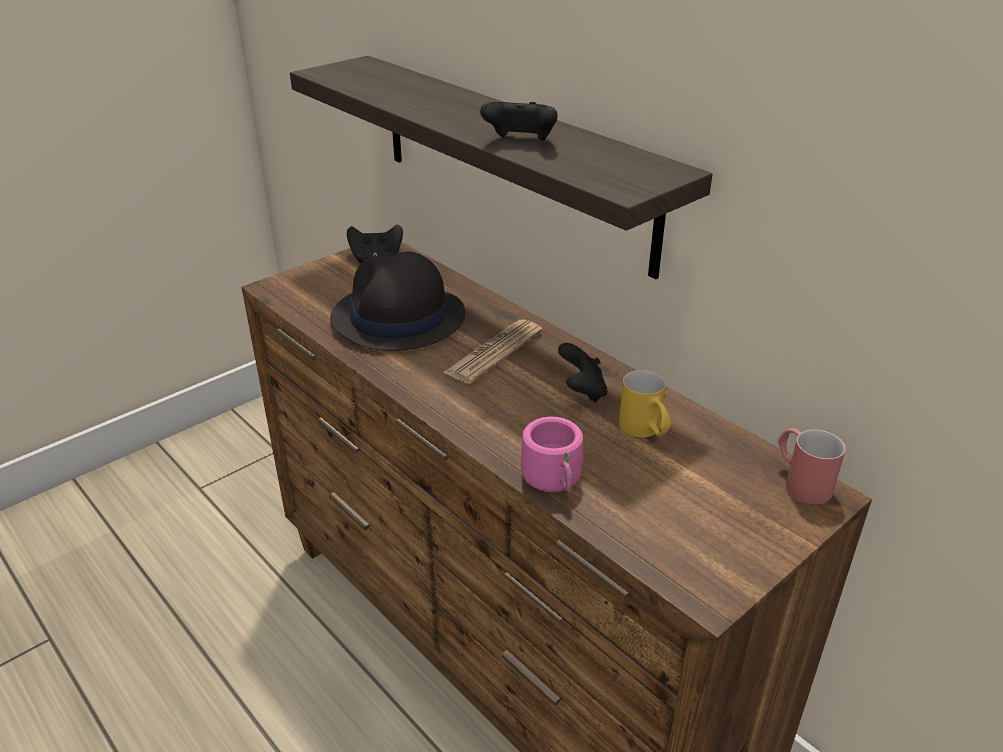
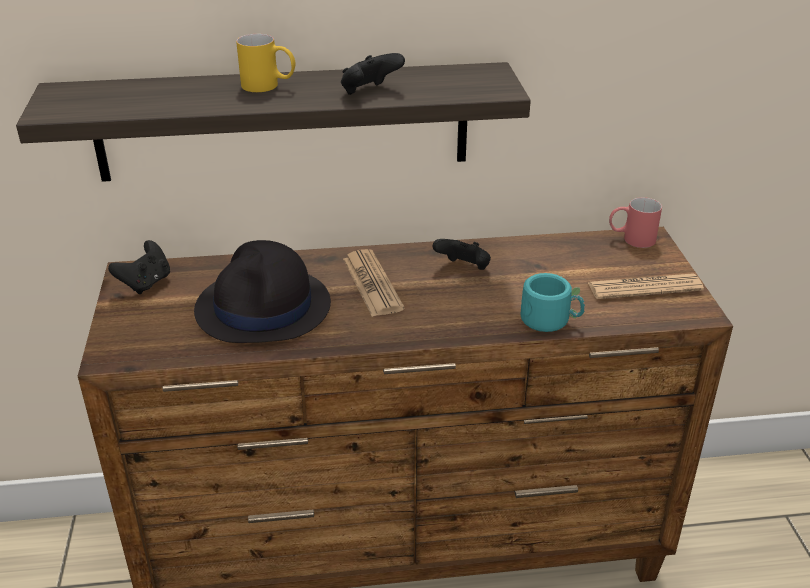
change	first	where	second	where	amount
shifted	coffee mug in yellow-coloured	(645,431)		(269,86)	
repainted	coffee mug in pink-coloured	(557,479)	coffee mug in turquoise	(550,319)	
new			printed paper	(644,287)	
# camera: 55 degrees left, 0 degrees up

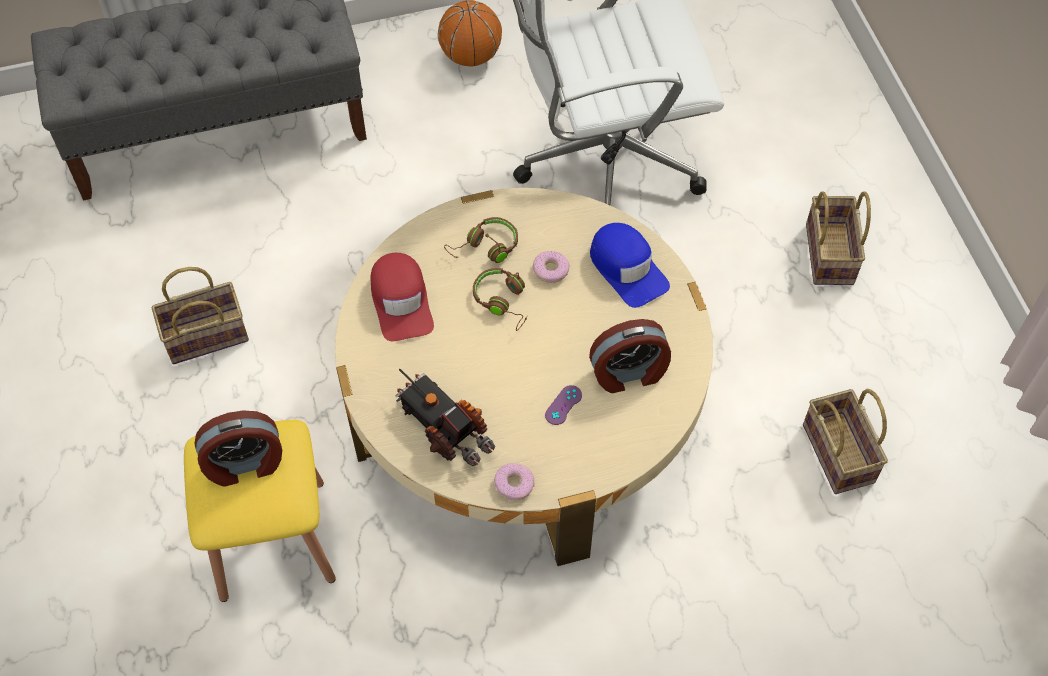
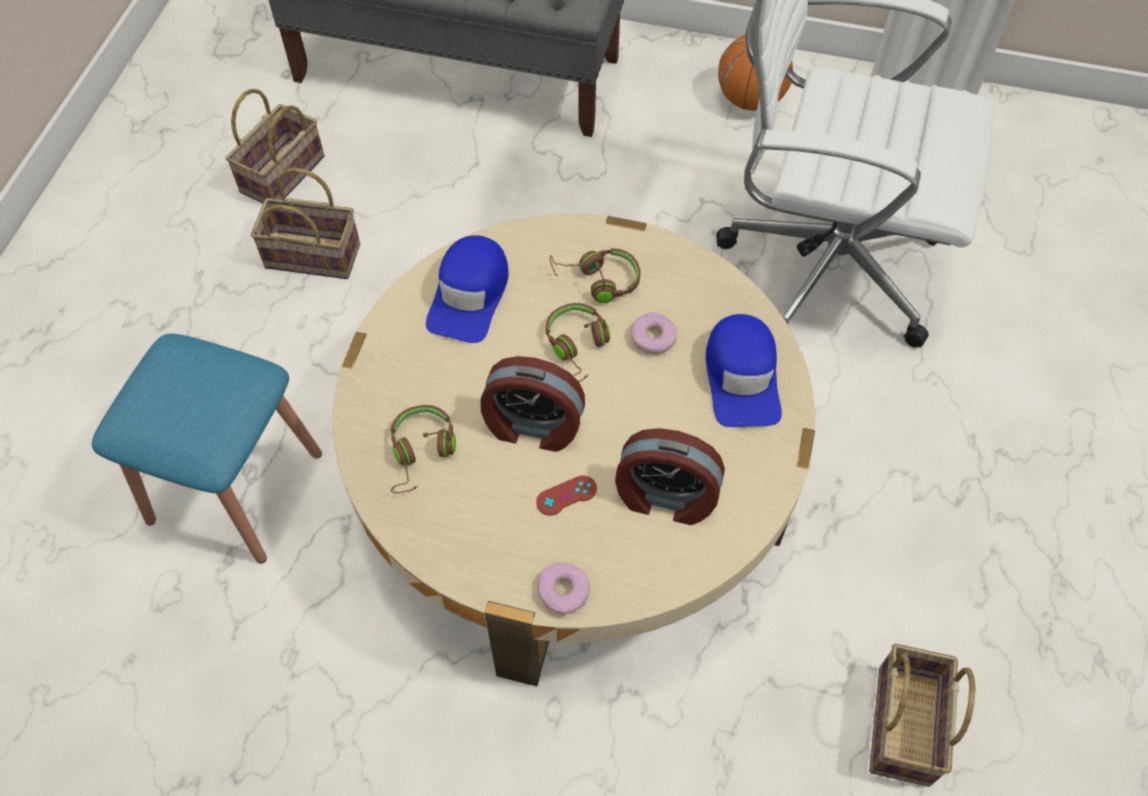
change	first	where	second	where	amount
repainted	stool in yellow-coloured	(272,539)	stool in blue	(235,487)	
shifted	storage basket	(831,255)		(282,176)	
swapped	toy truck	(445,427)	pair of headphones in brown-coloured	(421,453)	
repainted	cap in red	(401,301)	cap in blue	(470,295)	
shifted	table clock	(245,464)		(533,427)	
repainted	joypad in purple	(563,405)	joypad in red	(566,495)	
shifted	donut	(514,484)		(563,591)	
# camera: 30 degrees right, 0 degrees up

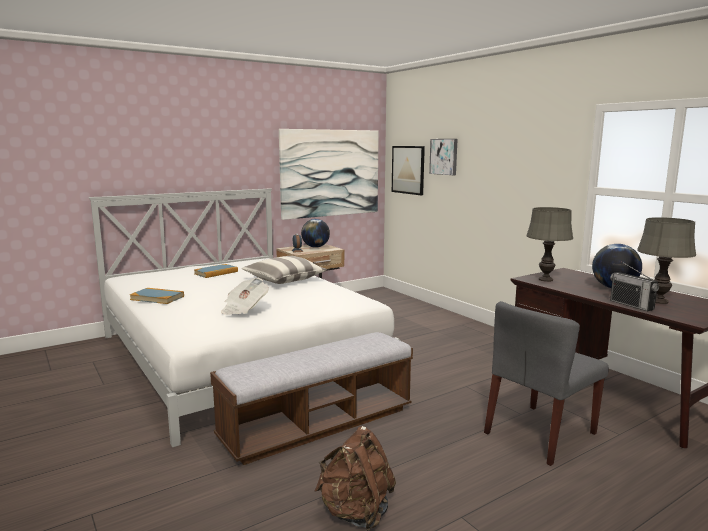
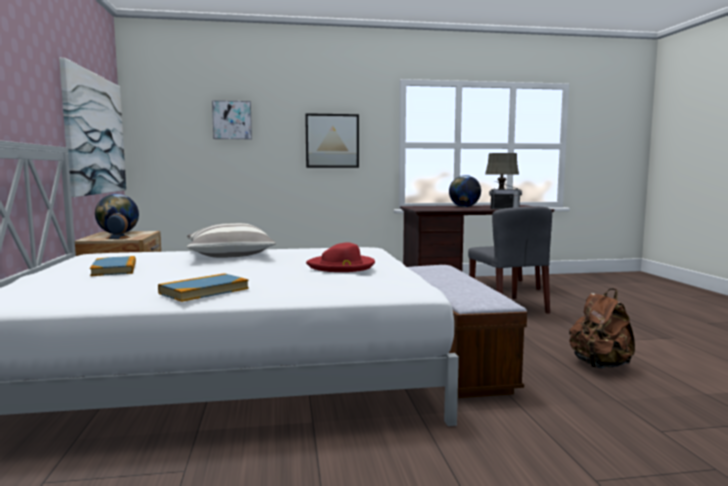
change	first	where	second	where	amount
shifted	wall art	(408,170)		(332,141)	
swapped	printed paper	(244,309)	clothing hat in red	(341,266)	
gone	lamp for a table in gray	(545,280)			
# camera: 65 degrees left, 5 degrees down

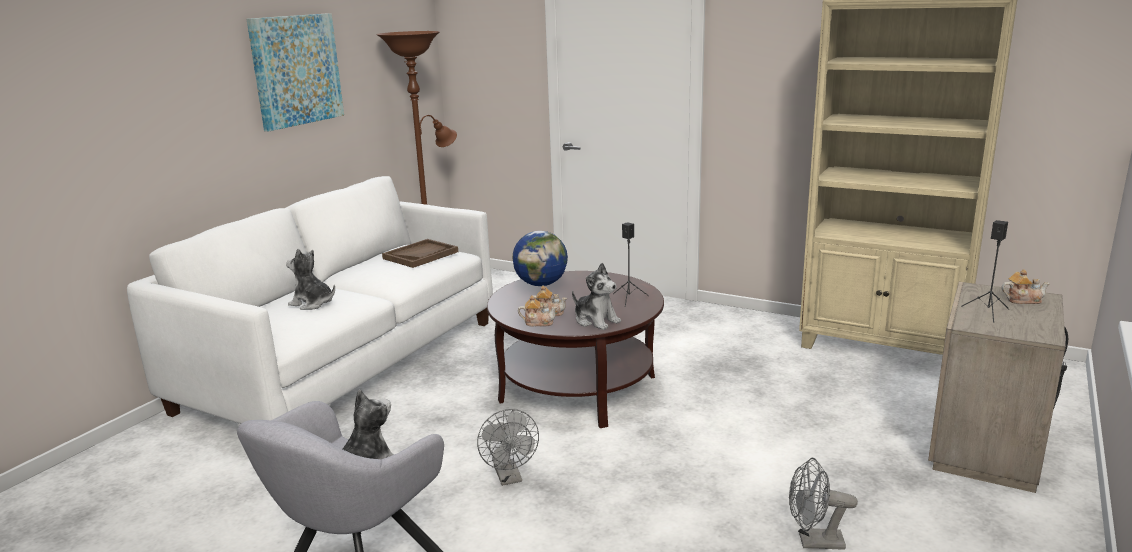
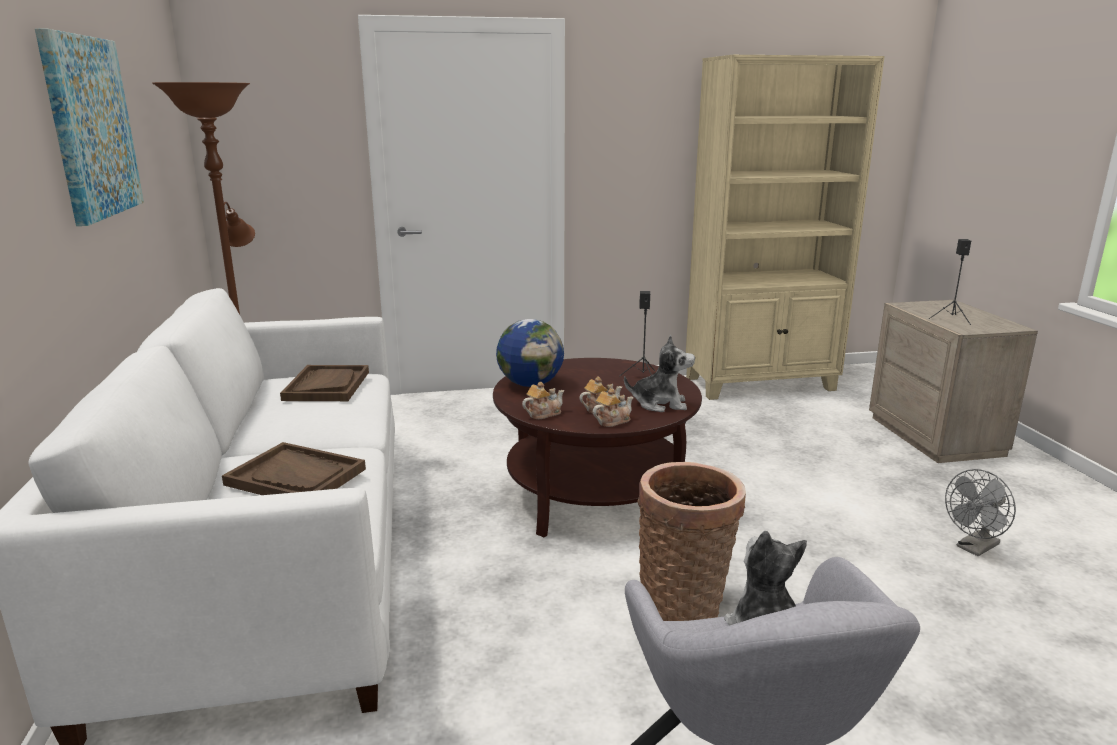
change	first	where	second	where	amount
swapped	plush toy	(312,303)	serving tray in brown-coloured	(296,477)	
shifted	teapot	(1022,300)		(543,414)	
swapped	electric fan in gray	(510,478)	storage basket	(683,607)	
# camera: 40 degrees left, 0 degrees up

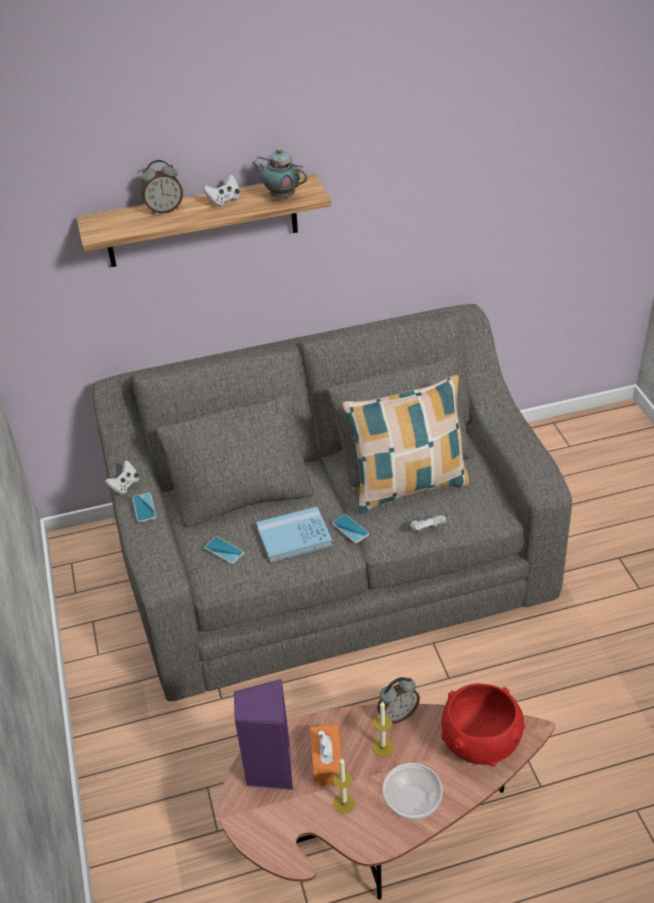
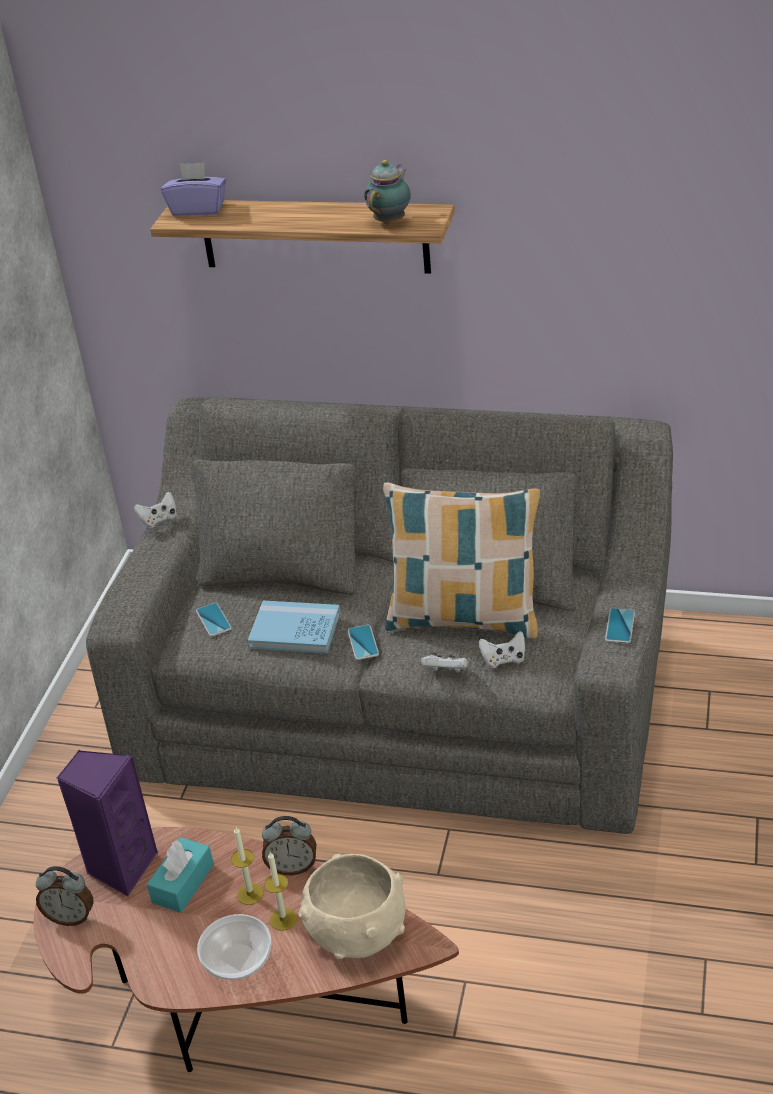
change	first	where	second	where	amount
shifted	table clock	(164,210)		(71,917)	
repainted	tissue holder in orangey	(327,761)	tissue holder in turquoise	(183,883)	
new			tissue holder in purple	(198,209)	
shifted	wax light	(344,803)		(283,919)	
repainted	deep dish in red	(479,742)	deep dish in beige	(356,933)	
rotated	teapot	(281,196)		(391,221)	60 degrees clockwise
shifted	joypad in white-coloured	(224,201)		(503,660)	
shifted	handset	(144,507)		(620,626)	
# camera: 30 degrees right, 5 degrees down

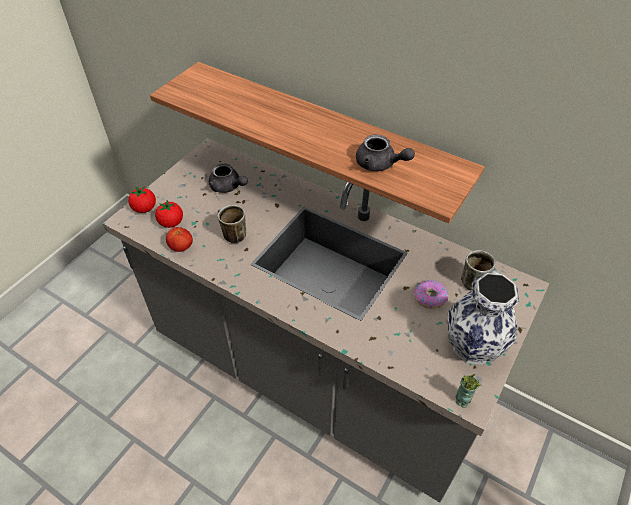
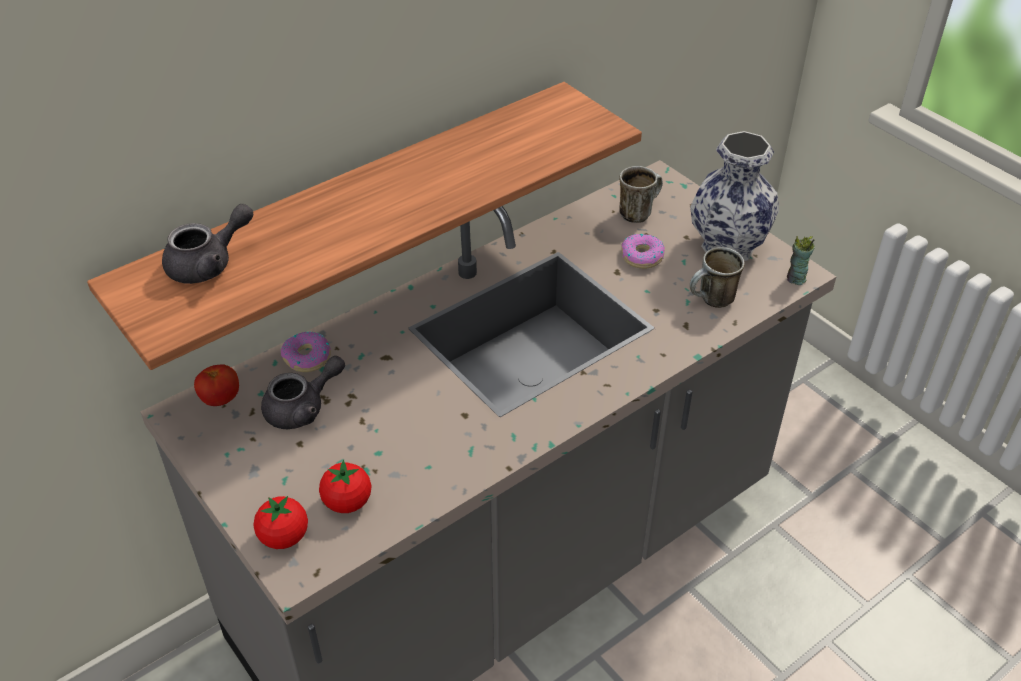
change	first	where	second	where	amount
shifted	teapot in gray	(380,164)		(209,264)	
shifted	fresh tomato	(181,247)		(221,399)	
new			donut	(307,357)	
shifted	coffee mug	(231,235)		(712,302)	
# camera: 70 degrees left, 5 degrees down

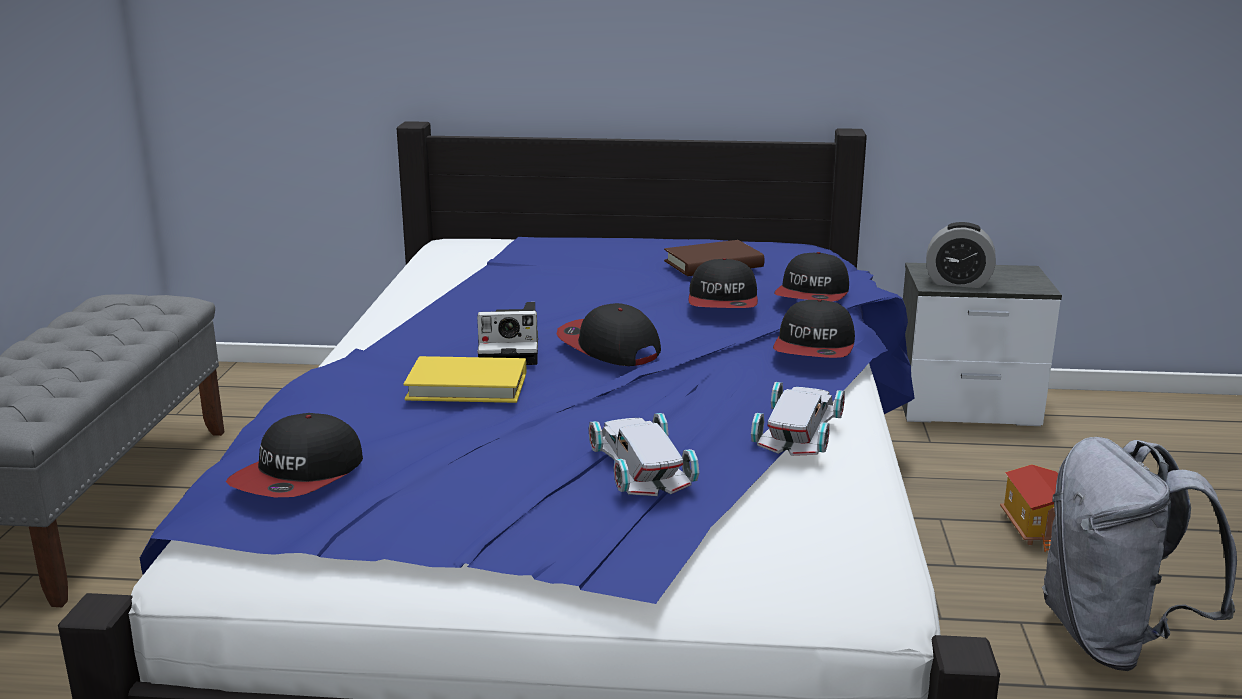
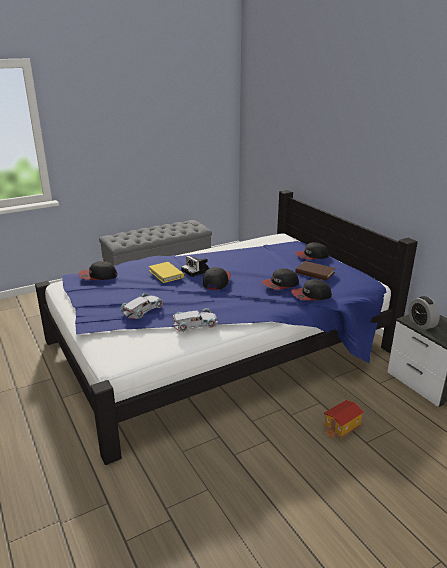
change	first	where	second	where	amount
shifted	cap	(815,347)		(311,256)	
gone	rucksack in gray	(1113,640)			
# camera: 55 degrees right, 5 degrees up

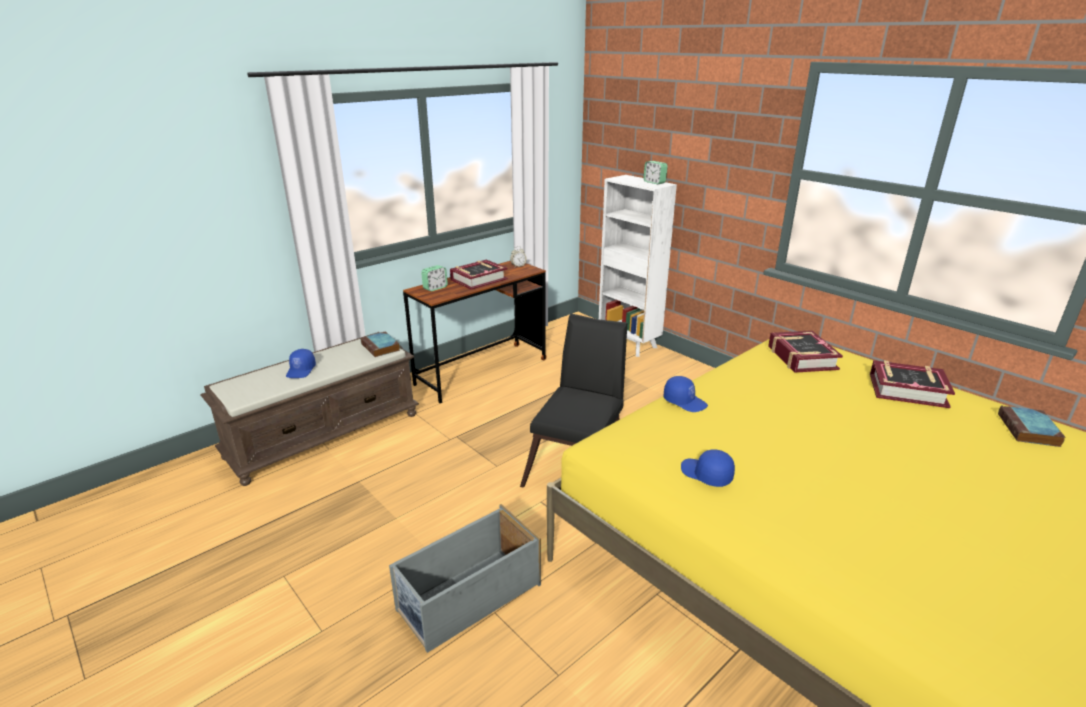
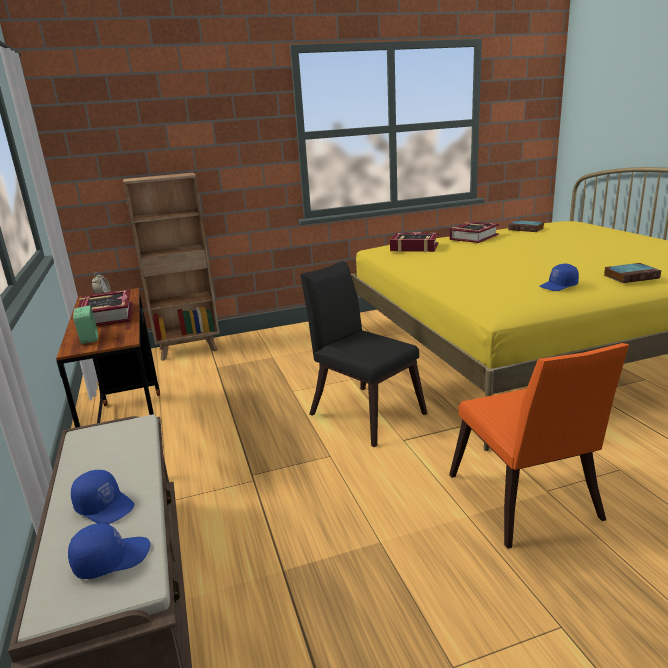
change	first	where	second	where	amount
shifted	cap in blue	(685,401)		(111,558)	
repainted	bookcase in white-coloured	(629,344)	bookcase in brown-coloured	(189,349)	
swapped	storage box in gray	(468,597)	chair in orangey	(525,504)	
shifted	book	(381,347)		(631,276)	
gone	table clock	(654,182)			
# camera: 65 degrees left, 5 degrees down

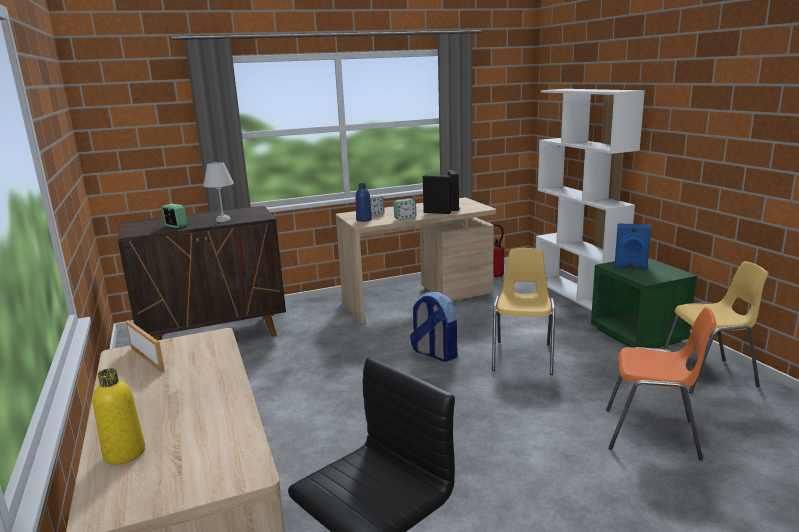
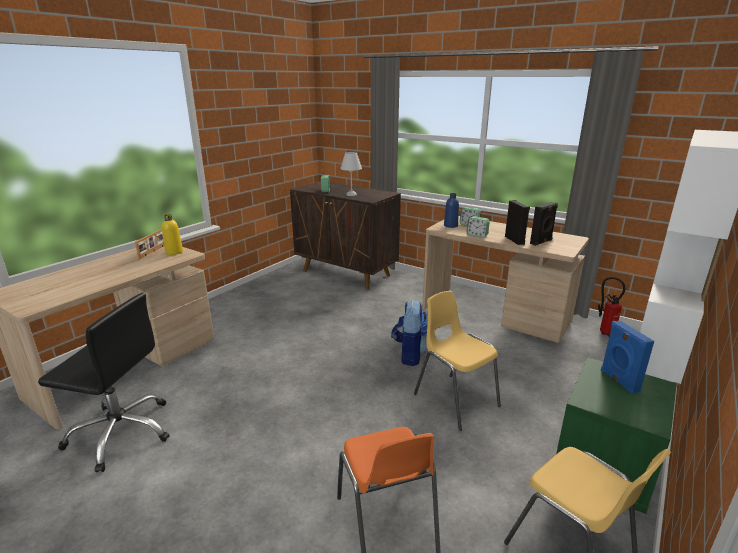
change	first	where	second	where	amount
shifted	bottle in yellow-coloured	(124,453)		(174,252)	
rotated	chair in yellow-coloured	(523,357)		(455,400)	105 degrees counterclockwise
# camera: 55 degrees right, 5 degrees up

